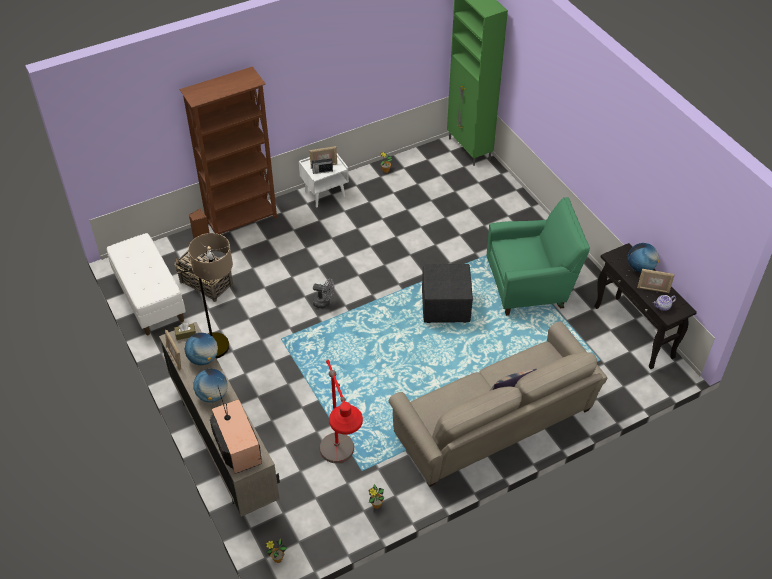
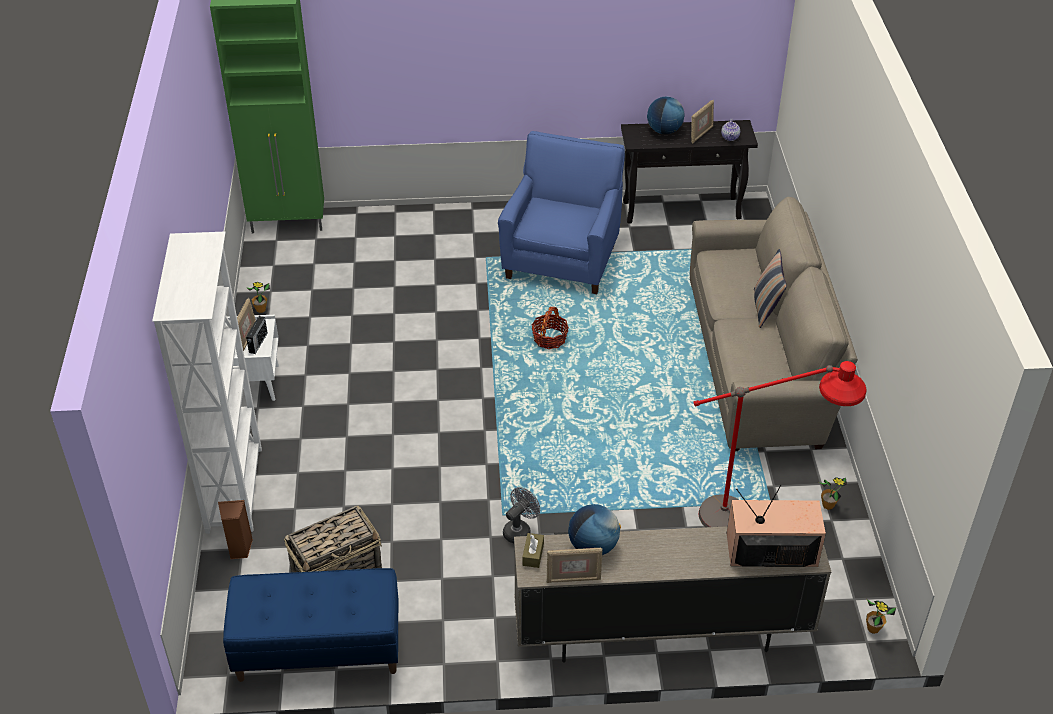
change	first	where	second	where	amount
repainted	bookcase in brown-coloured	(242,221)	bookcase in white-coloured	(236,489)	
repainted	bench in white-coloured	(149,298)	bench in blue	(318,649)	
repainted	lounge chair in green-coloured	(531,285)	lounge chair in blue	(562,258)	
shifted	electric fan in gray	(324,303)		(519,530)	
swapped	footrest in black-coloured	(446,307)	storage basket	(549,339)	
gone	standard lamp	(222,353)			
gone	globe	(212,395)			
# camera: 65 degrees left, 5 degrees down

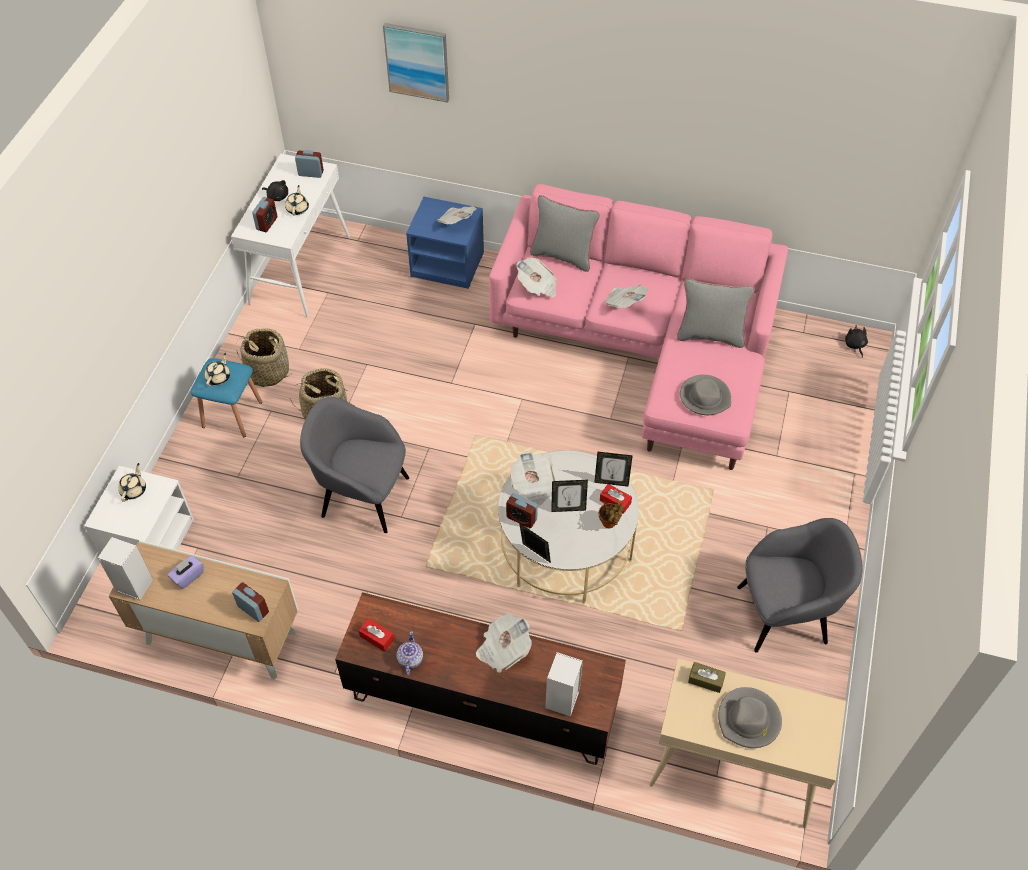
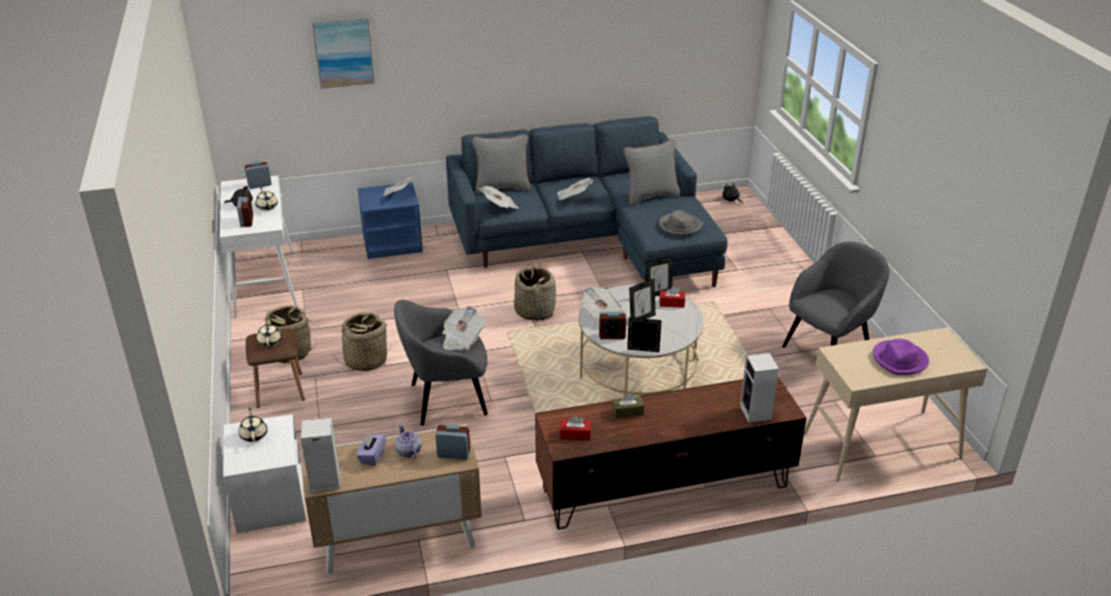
change	first	where	second	where	amount
repainted	stool in blue	(232,414)	stool in brown-coloured	(279,389)	
shifted	teapot	(410,660)		(408,452)	
shifted	printed paper	(503,649)		(462,339)	
repainted	sofa in pink-coloured	(646,347)	sofa in blue	(590,243)	
new			storage basket	(535,311)	
shifted	tissue holder in brown-coloured	(705,680)		(627,412)	
repainted	clothing hat in gray	(749,720)	clothing hat in purple	(900,360)	
gone	houseplant	(609,524)			
# camera: 30 degrees left, 20 degrees down

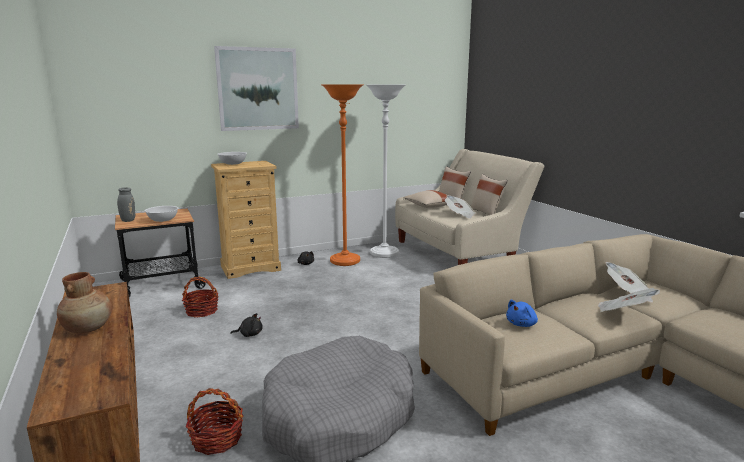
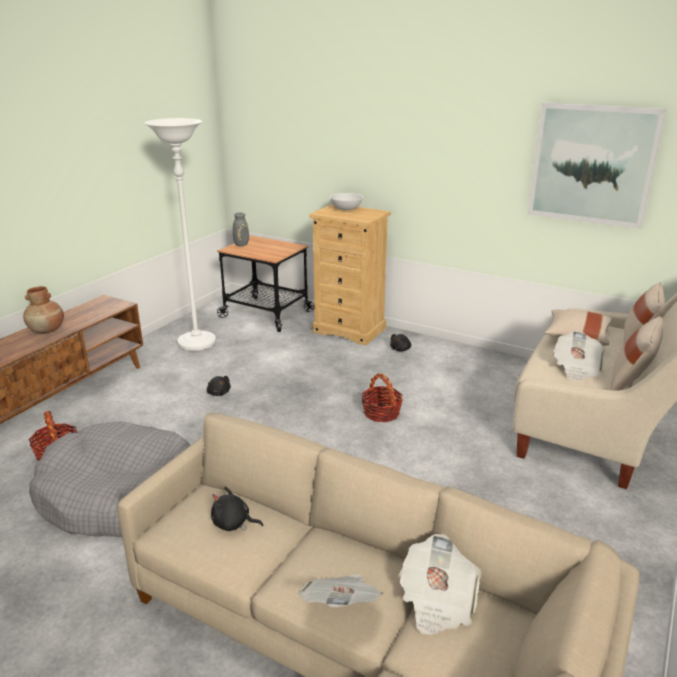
change	first	where	second	where	amount
shifted	standard lamp in white-coloured	(384,253)		(197,343)	
repainted	plush toy in blue	(522,324)	plush toy in black-coloured	(233,523)	
shifted	storage basket	(202,311)		(381,413)	
shifted	wall art	(258,89)		(592,164)	
gone	deep dish in white-coloured	(163,220)			
gone	standard lamp in orangey	(345,261)			
# camera: 55 degrees right, 10 degrees up

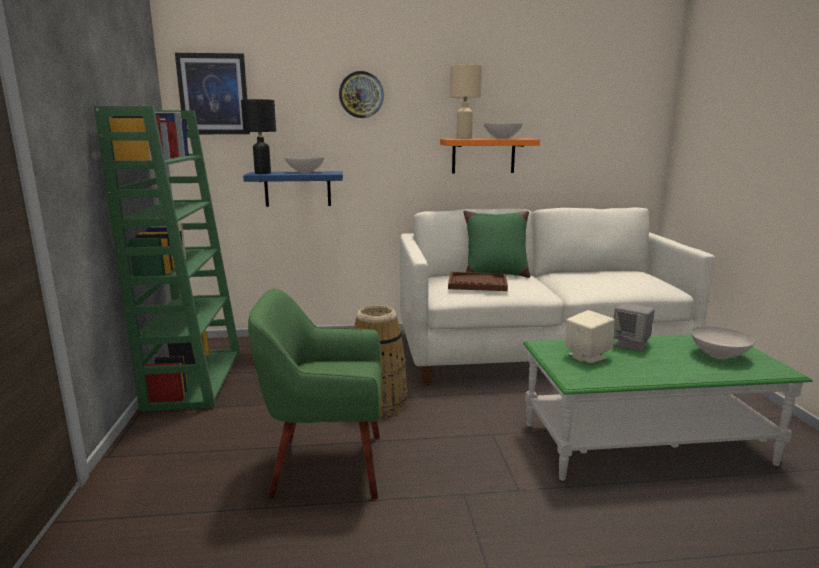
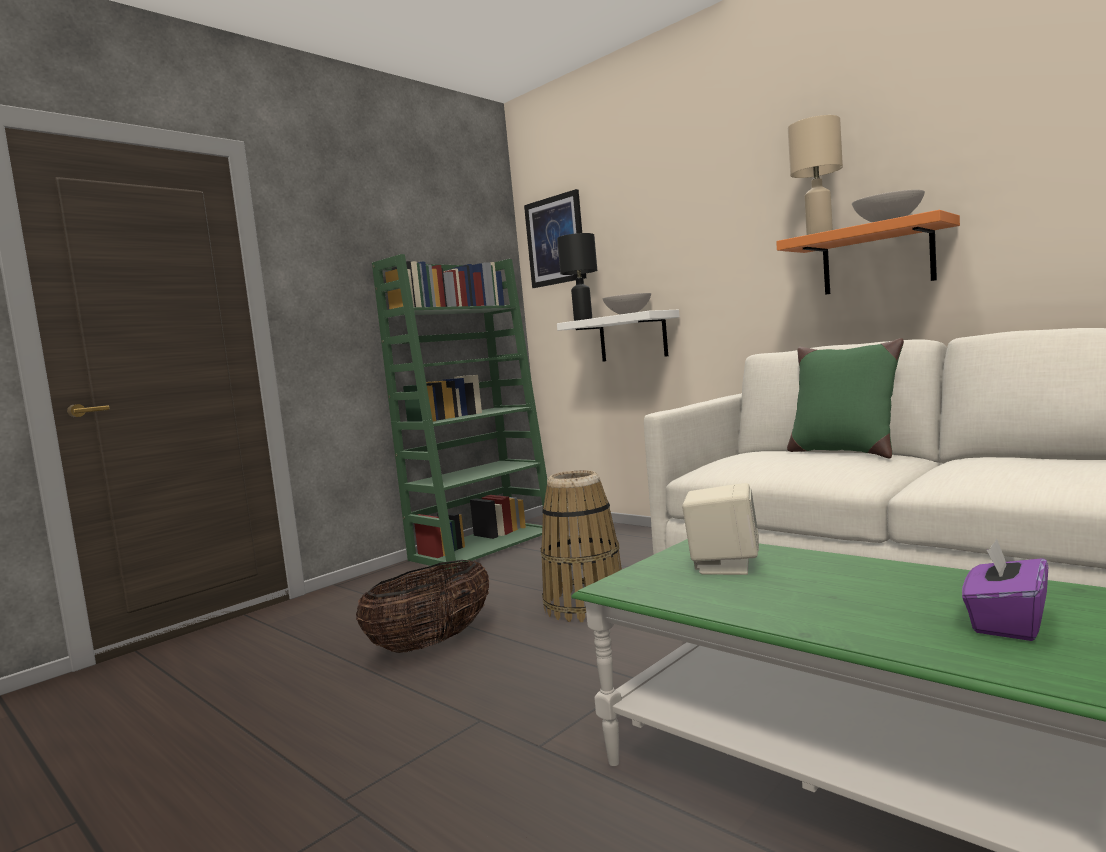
change	first	where	second	where	amount
swapped	lounge chair in green-coloured	(326,465)	storage basket	(432,643)	
repainted	shelf in blue	(297,189)	shelf in white-coloured	(632,337)	
swapped	deep dish in white-coloured	(719,356)	tissue holder in purple	(1006,623)	
gone	hanging clock	(361,95)			
gone	serving tray in brown-coloured	(477,283)			
gone	audio speaker in gray	(631,344)			
# camera: 50 degrees right, 10 degrees down

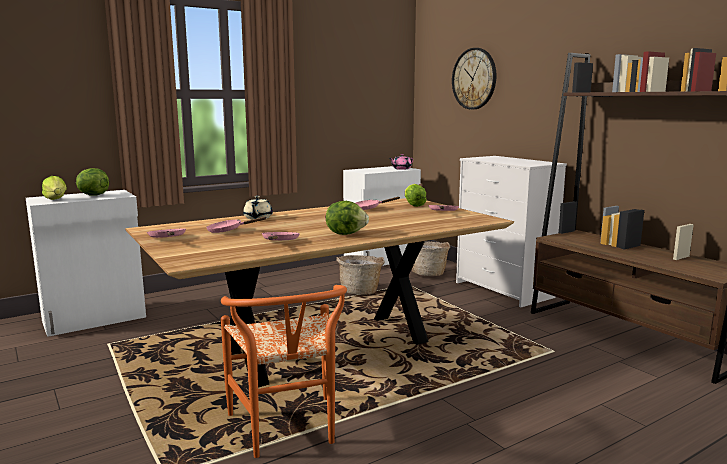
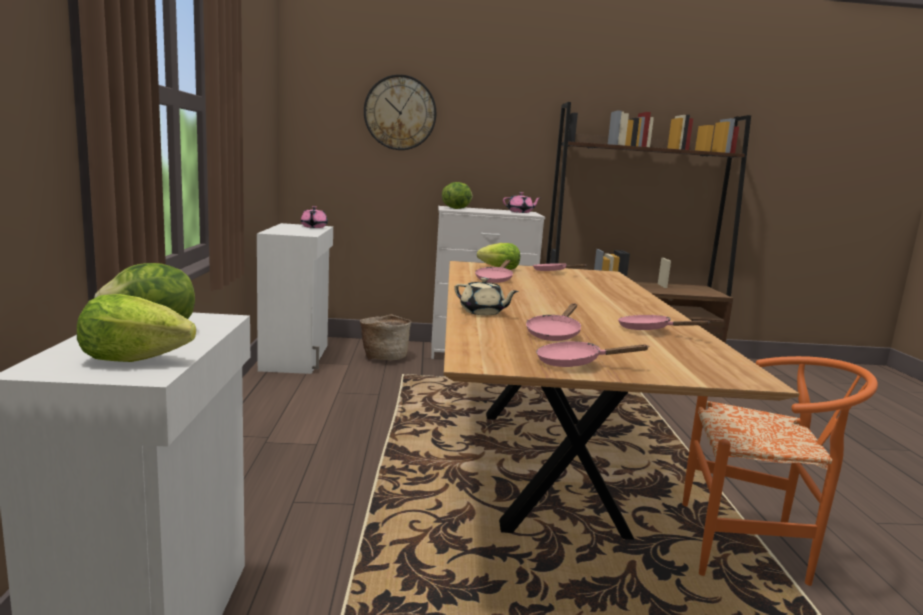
change	first	where	second	where	amount
shifted	lettuce	(346,233)		(456,208)	
new			teapot in pink-coloured	(520,212)	
gone	storage basket	(360,291)			
# camera: 60 degrees left, 0 degrees up

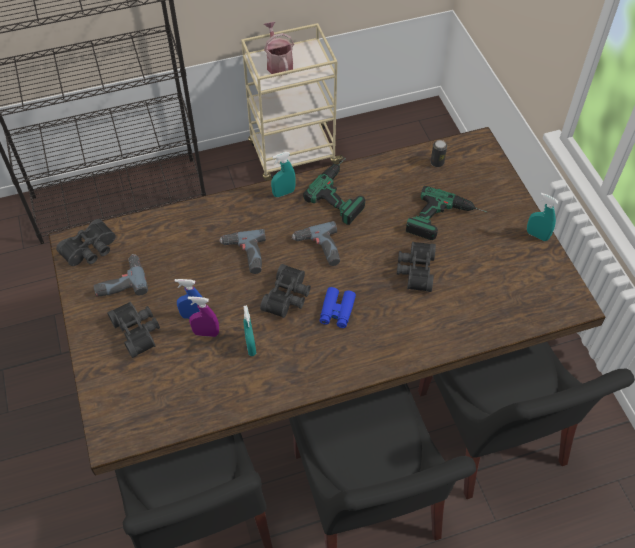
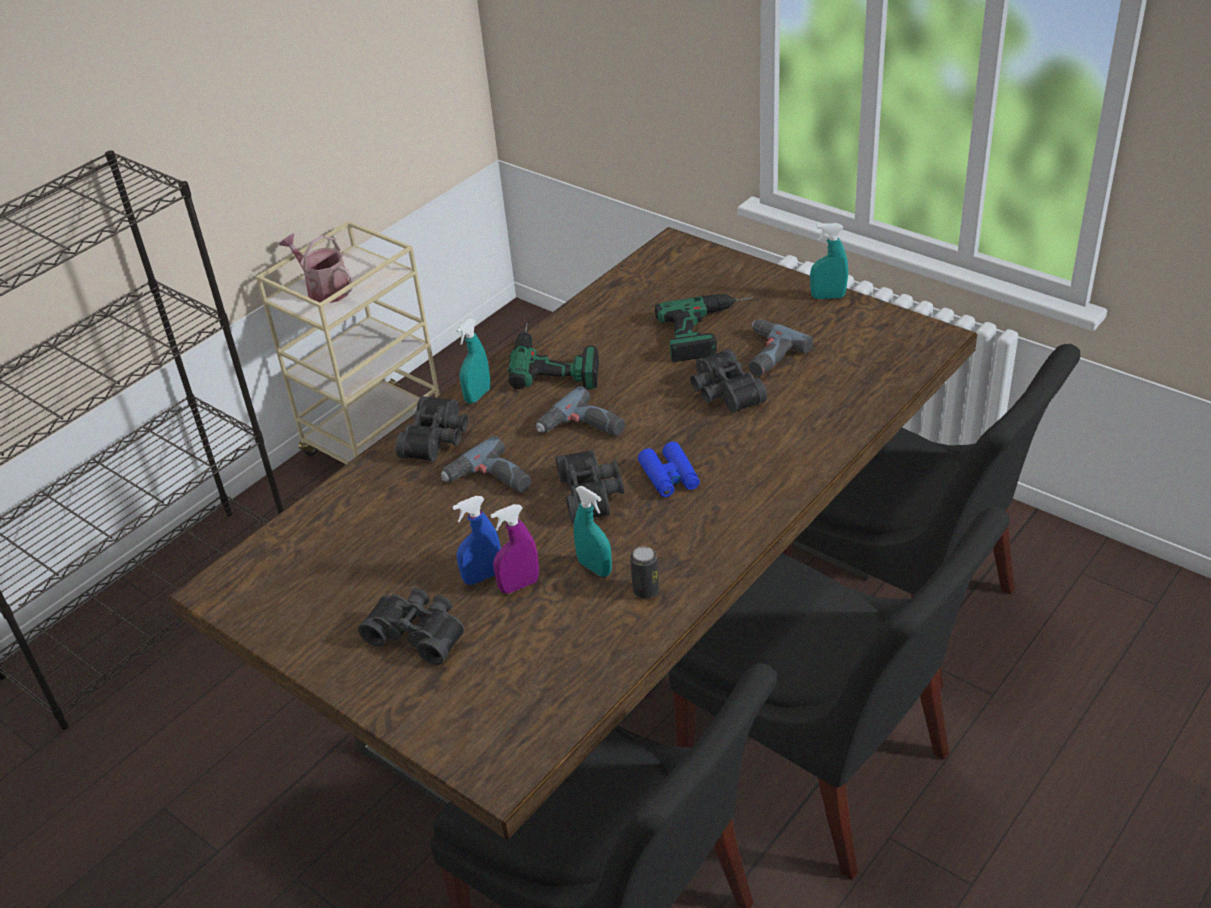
change	first	where	second	where	amount
shifted	field glasses in black-coloured	(91,250)		(438,439)	
shifted	sealed can	(437,162)		(645,590)	
shifted	power drill	(120,281)		(765,354)	
# camera: 30 degrees left, 15 degrees down

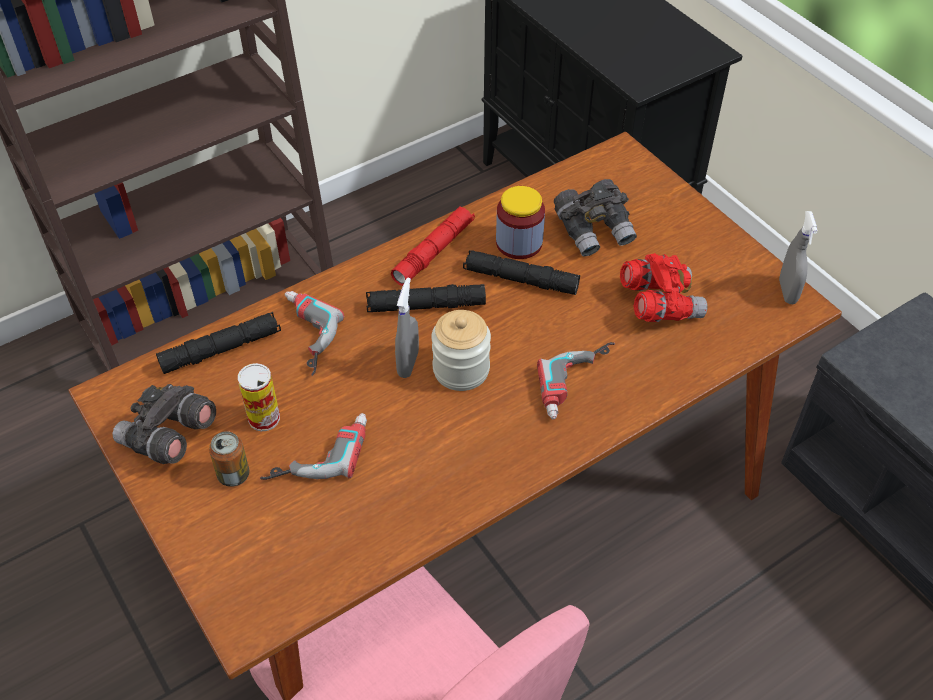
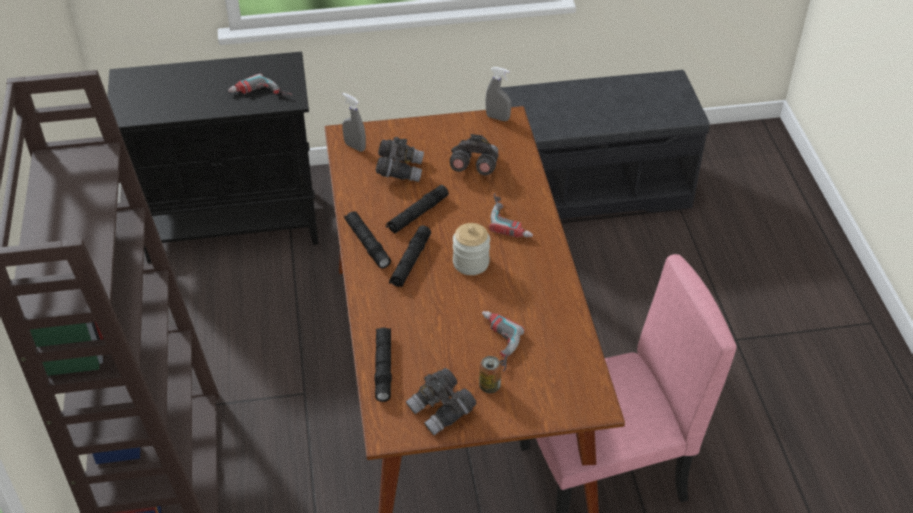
change	first	where	second	where	amount
shifted	power drill	(301,336)		(259,96)	
shifted	sprayer in gray	(408,363)		(355,146)	
repainted	flashlight in red	(433,252)	flashlight in black-coloured	(367,244)	
repainted	field glasses in red	(659,303)	field glasses in gray	(474,167)	
gone	sealed can	(264,418)			
gone	preserve jar	(519,243)			
# camera: 65 degrees left, 5 degrees down

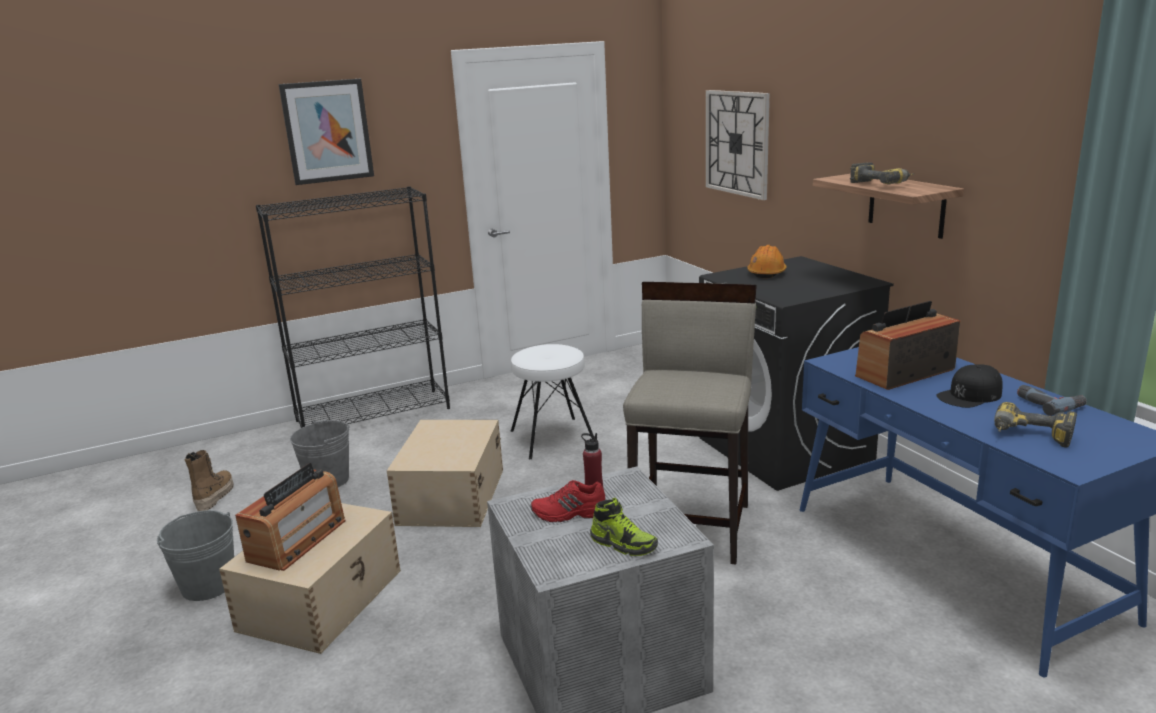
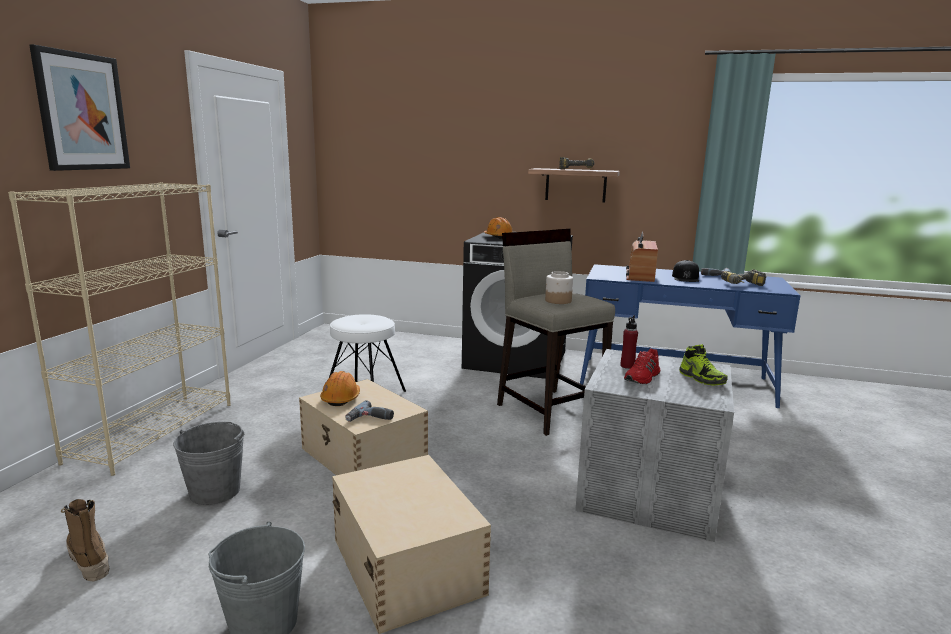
change	first	where	second	where	amount
repainted	bookcase in black-coloured	(374,414)	bookcase in beige	(154,431)	
new			safety helmet in orangey	(341,398)	
new			power drill	(370,419)	
new			preserve jar	(558,301)	
rotated	item of footwear	(623,544)		(702,379)	75 degrees clockwise
gone	radio receiver	(297,540)			
gone	hanging clock	(737,143)			
# camera: 50 degrees left, 5 degrees down

